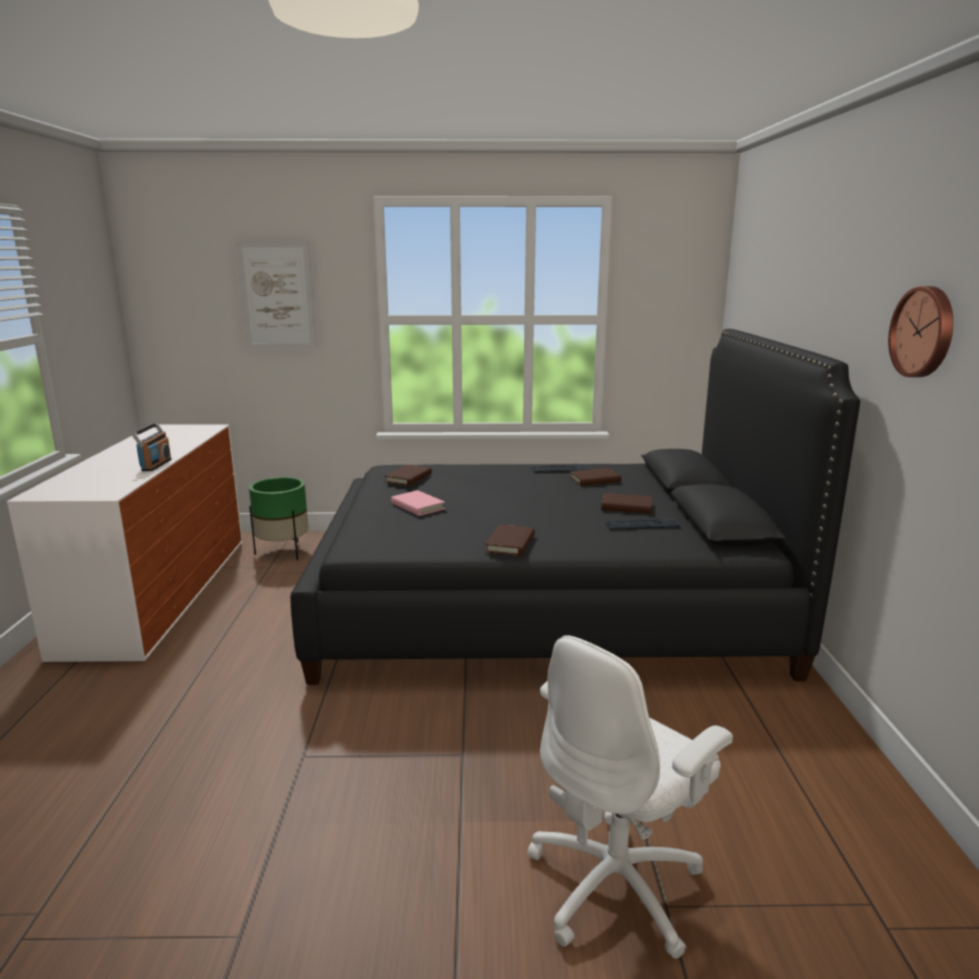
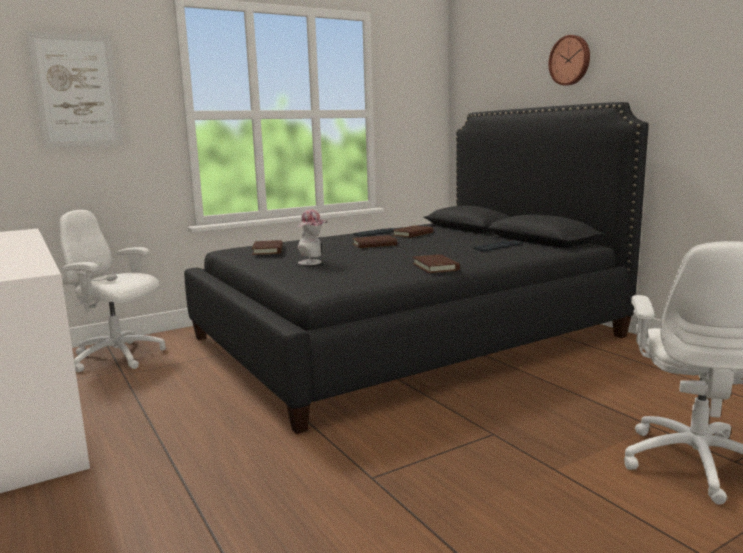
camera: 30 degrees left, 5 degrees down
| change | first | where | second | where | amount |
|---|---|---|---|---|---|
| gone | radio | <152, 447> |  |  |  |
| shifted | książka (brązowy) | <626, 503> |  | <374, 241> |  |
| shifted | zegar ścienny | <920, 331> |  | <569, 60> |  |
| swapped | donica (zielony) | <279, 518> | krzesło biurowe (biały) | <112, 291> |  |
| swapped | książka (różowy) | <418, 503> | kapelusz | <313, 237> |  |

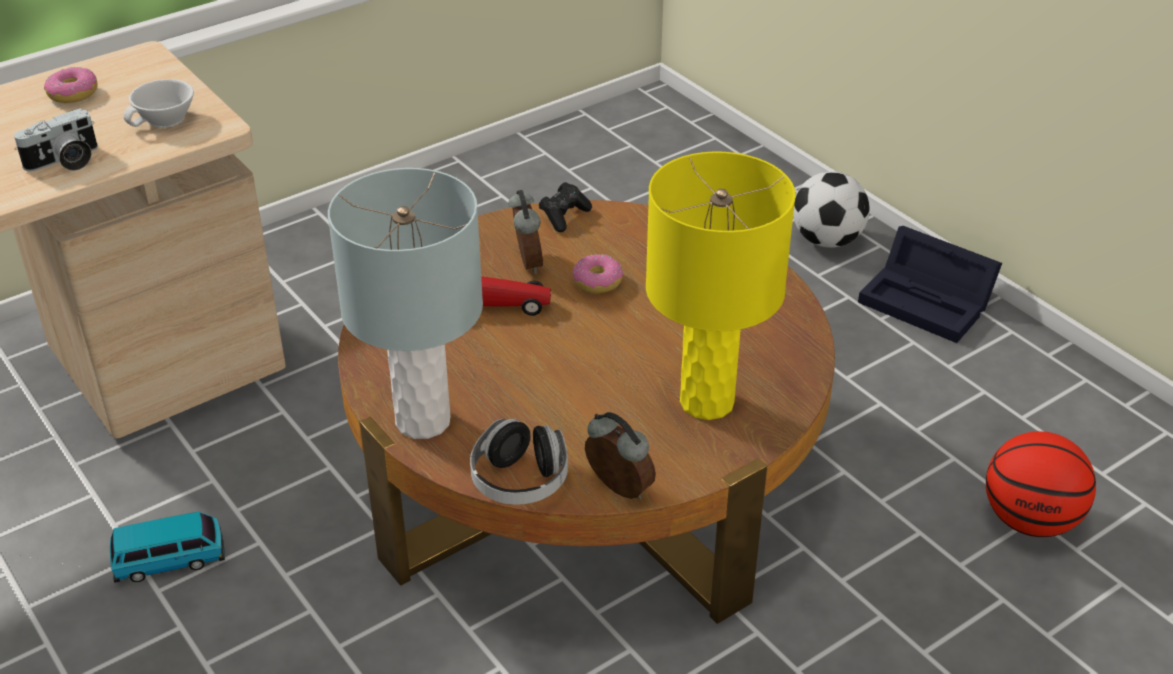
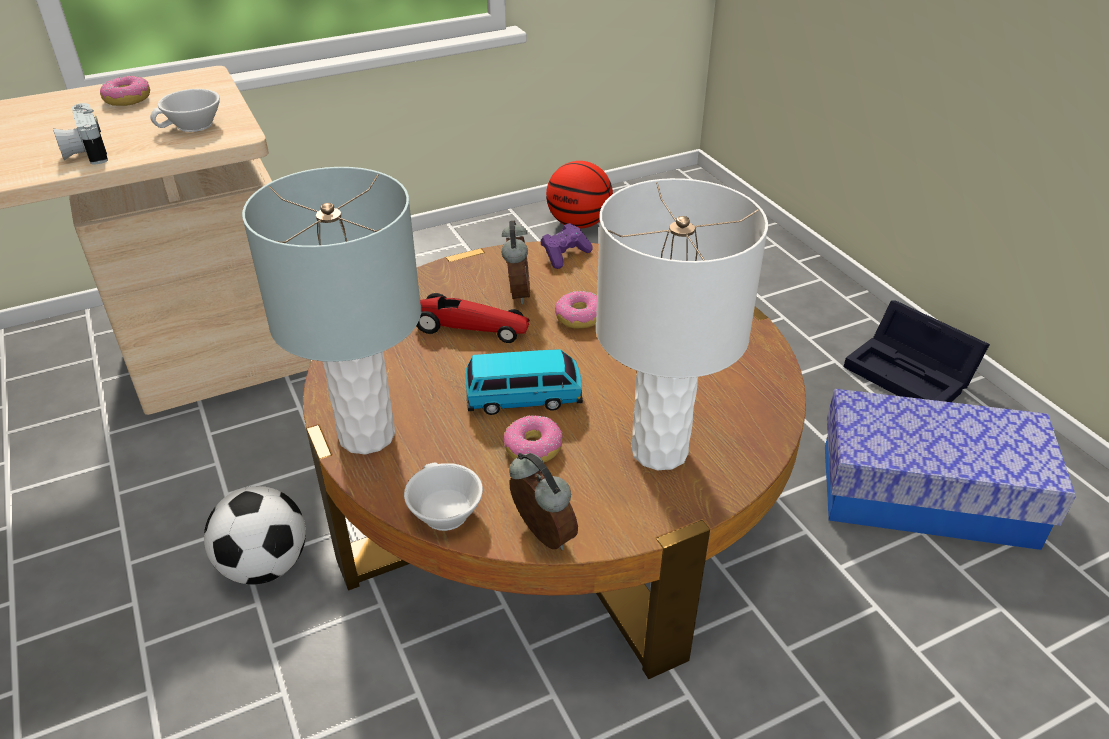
camera: 10 degrees right, 0 degrees up
| change | first | where | second | where | amount |
|---|---|---|---|---|---|
| new |  |  | donut | <533, 439> |  |
| new |  |  | pojemnik do przechowywania | <950, 469> |  |
| shifted | samochodzik | <167, 547> |  | <524, 382> |  |
| shifted | piłka futbolowa | <831, 209> |  | <255, 535> |  |
| shifted | piłka do koszykówki | <1041, 484> |  | <579, 195> |  |
| swapped | słuchawki | <519, 462> | filiżanka (biały) | <443, 496> |  |
| repainted | pad do gier (czarny) | <565, 207> | pad do gier (fioletowy) | <567, 246> |  |
| repainted | lampa stołowa (żółty) | <721, 286> | lampa stołowa (biały) | <682, 324> |  |
| rotated | aparat fotograficzny | <56, 140> |  | <80, 134> | 90 degrees clockwise |

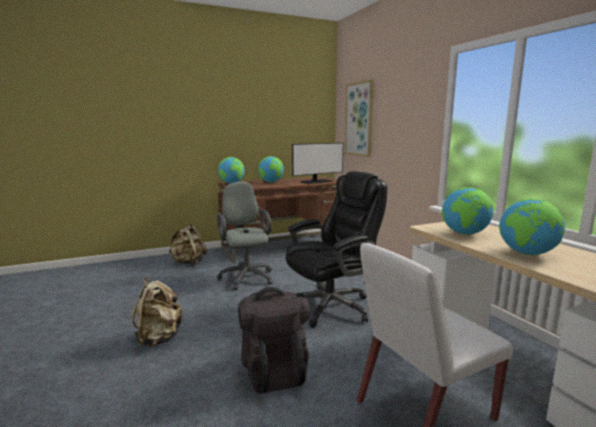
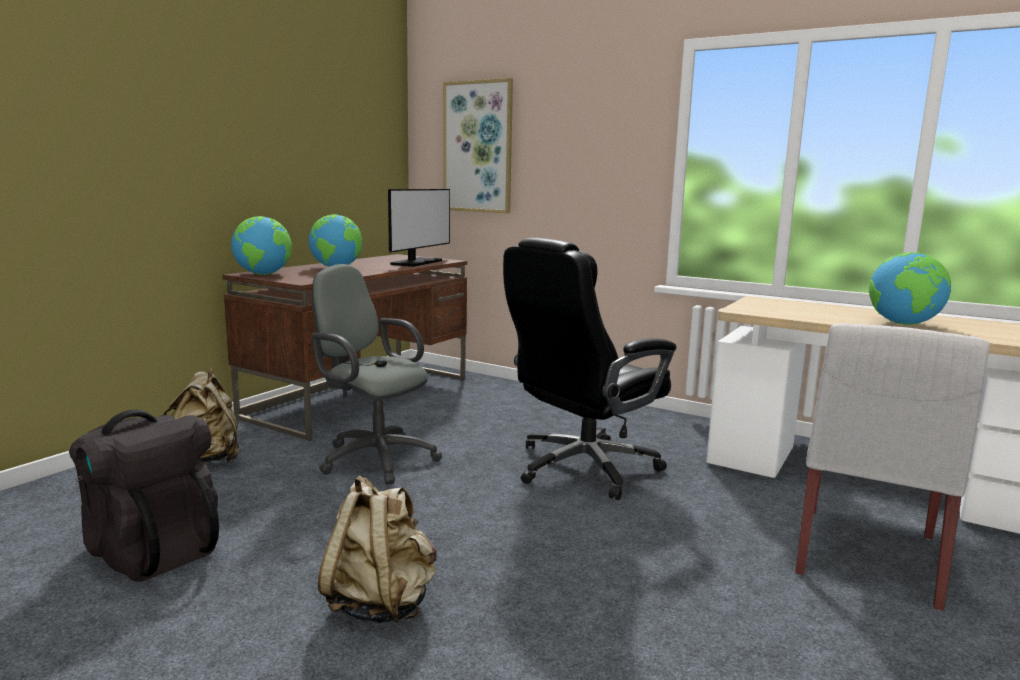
camera: 35 degrees left, 0 degrees up
| change | first | where | second | where | amount |
|---|---|---|---|---|---|
| gone | globus | <468, 211> |  |  |  |
| shifted | plecak (czarny) | <274, 340> |  | <144, 495> |  |
| rotated | krzesło biurowe (czarny) | <336, 249> |  | <589, 369> | 150 degrees counterclockwise |

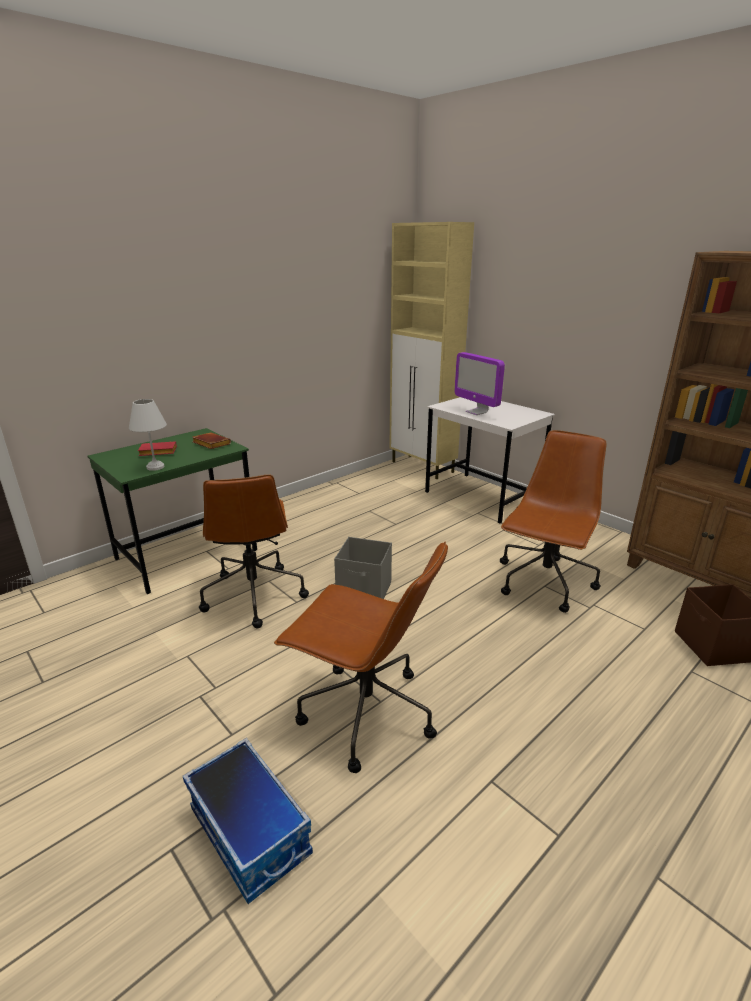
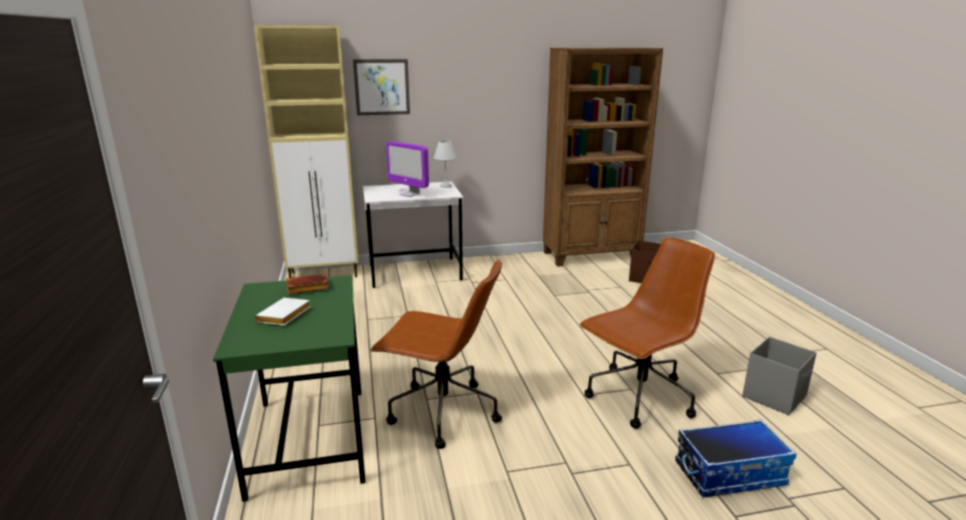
camera: 60 degrees left, 5 degrees down
| change | first | where | second | where | amount |
|---|---|---|---|---|---|
| gone | krzesło biurowe (brązowy) | <553, 521> |  |  |  |
| new |  |  | obraz | <381, 87> |  |
| shifted | lampa stołowa (biały) | <148, 435> |  | <445, 164> |  |
| shifted | pojemnik do przechowywania (szary) | <363, 568> |  | <779, 376> |  |
| repainted | książka (czerwony) | <157, 448> | książka (biały) | <283, 311> |  |
| rotated | monitor | <480, 383> |  | <407, 169> | 45 degrees clockwise |

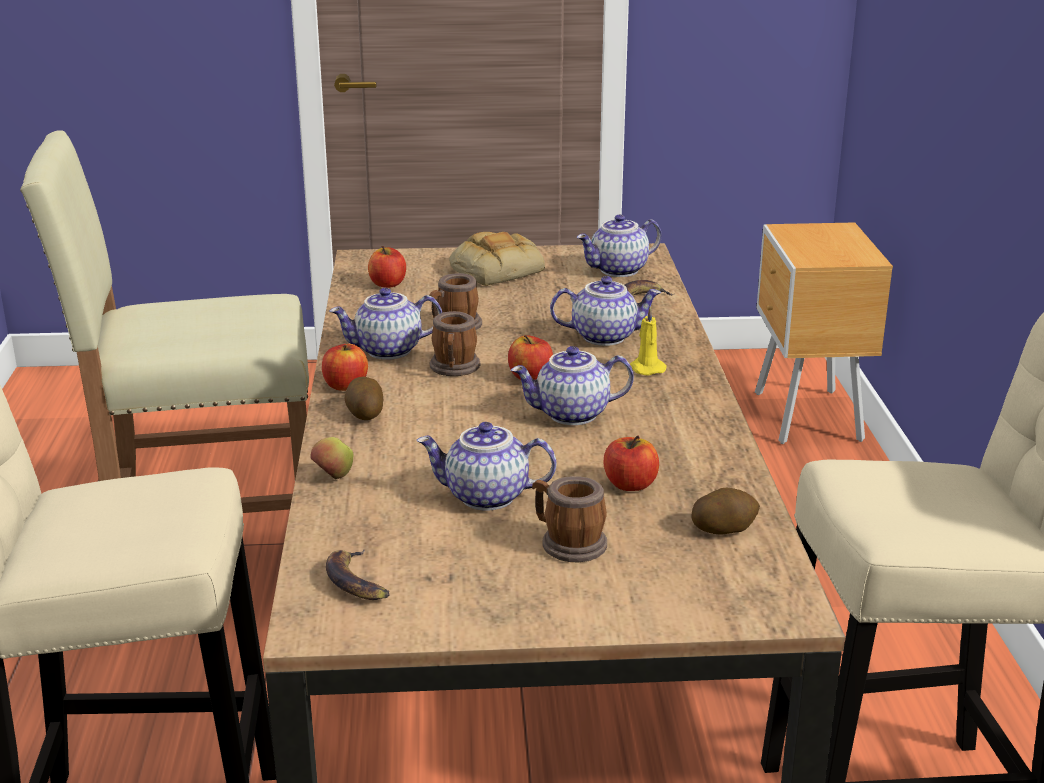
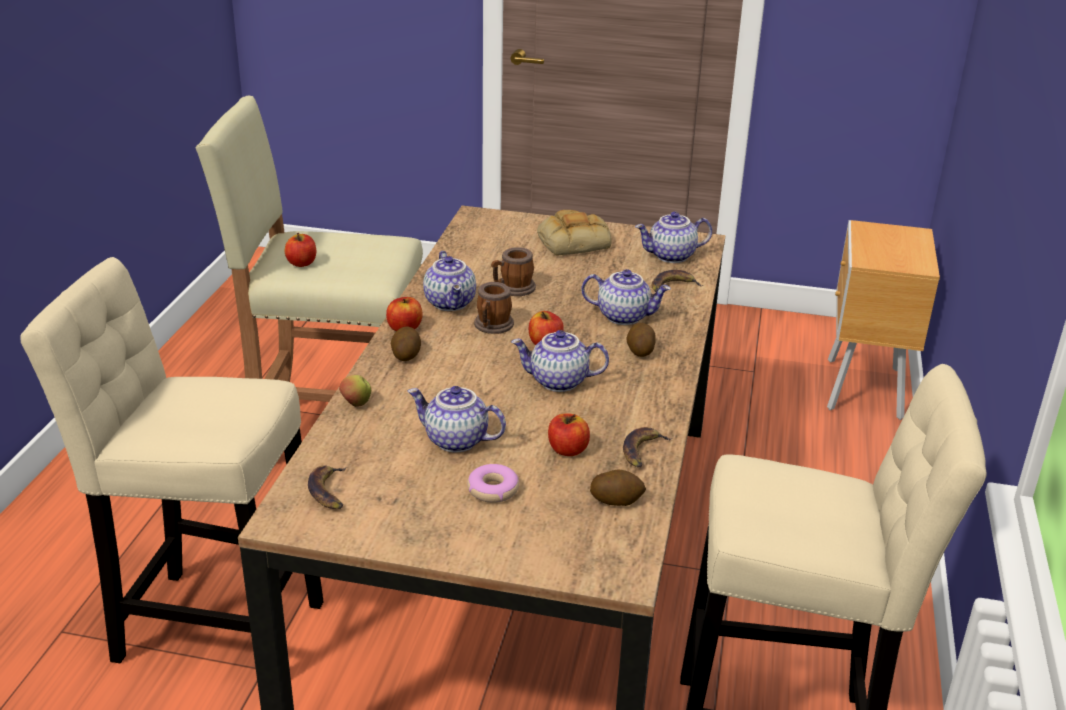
camera: 15 degrees right, 5 degrees up
| change | first | where | second | where | amount |
|---|---|---|---|---|---|
| new |  |  | banan | <648, 447> |  |
| shifted | jabłko | <387, 267> |  | <300, 250> |  |
| swapped | kubek | <569, 519> | donut | <493, 483> |  |
| swapped | świeca (żółty) | <648, 341> | ziemniak | <641, 340> |  |
| rotated | imbryk | <385, 324> |  | <449, 281> | 105 degrees counterclockwise |

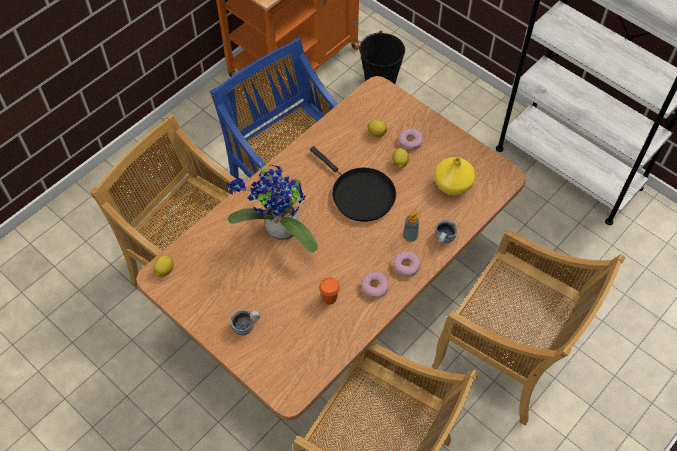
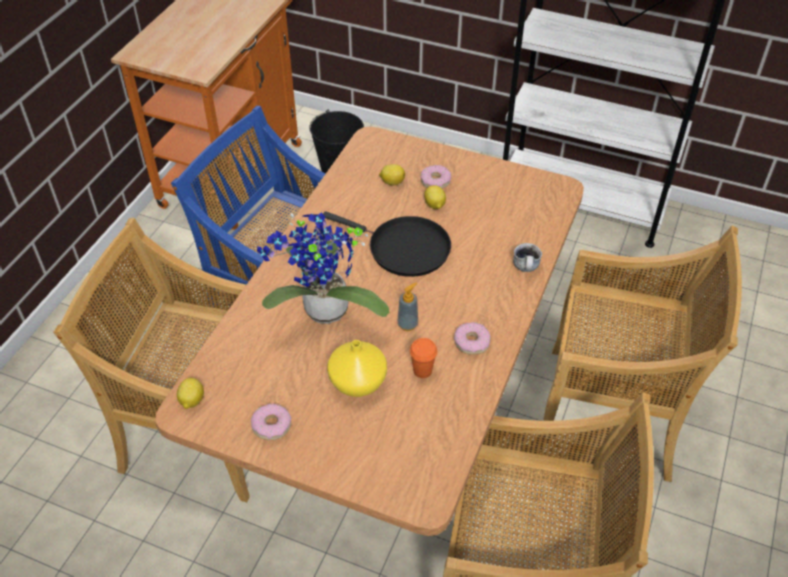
camera: 20 degrees left, 10 degrees down
| change | first | where | second | where | amount |
|---|---|---|---|---|---|
| gone | kubek | <245, 322> |  |  |  |
| shifted | donut | <407, 264> |  | <271, 421> |  |
| shifted | dozownik mydła | <412, 226> |  | <407, 307> |  |
| shifted | wazon (żółty) | <455, 176> |  | <357, 368> |  |

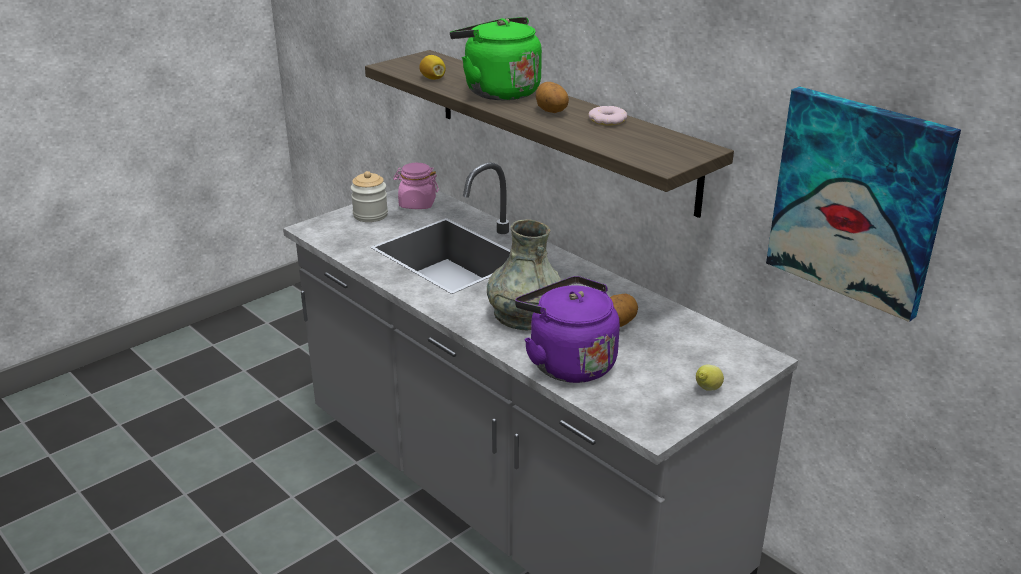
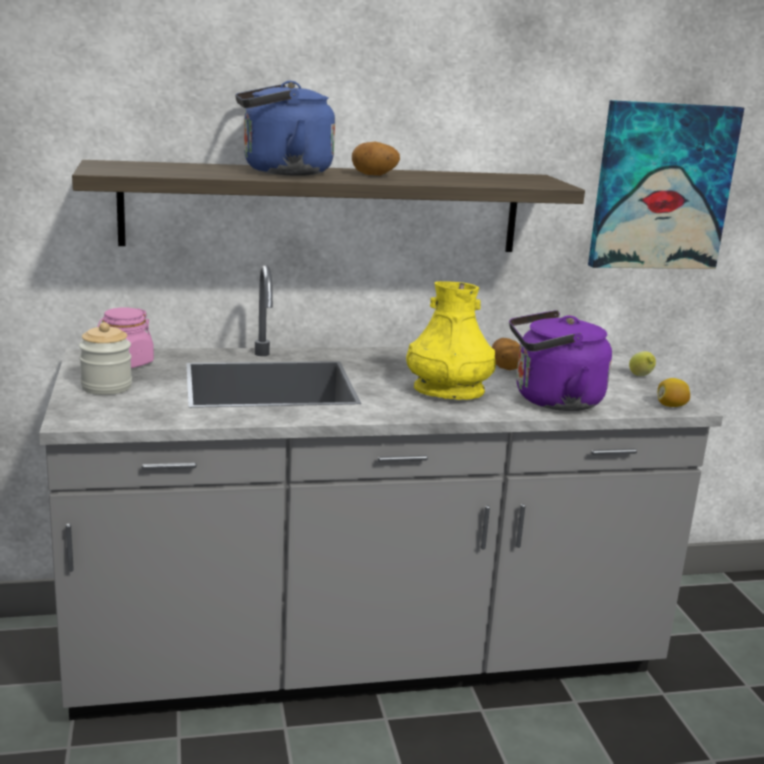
camera: 60 degrees left, 10 degrees down
| change | first | where | second | where | amount |
|---|---|---|---|---|---|
| gone | donut | <607, 116> |  |  |  |
| shifted | cytryna | <432, 67> |  | <674, 392> |  |
| repainted | czajnik (zielony) | <496, 58> | czajnik (niebieski) | <285, 128> |  |
| repainted | wazon (szary) | <524, 274> | wazon (żółty) | <451, 340> |  |

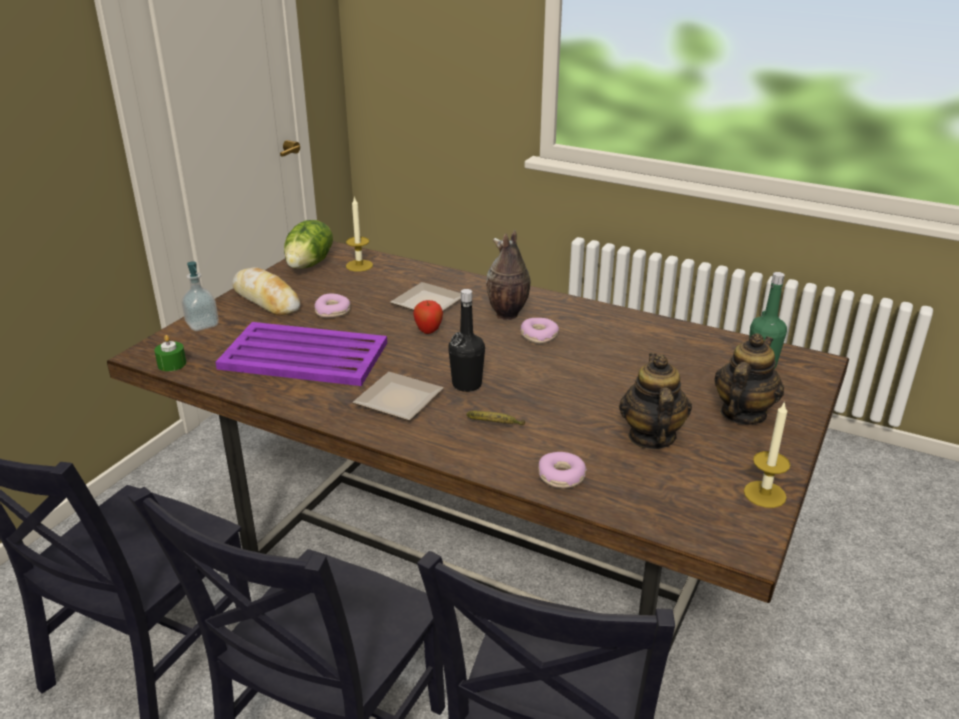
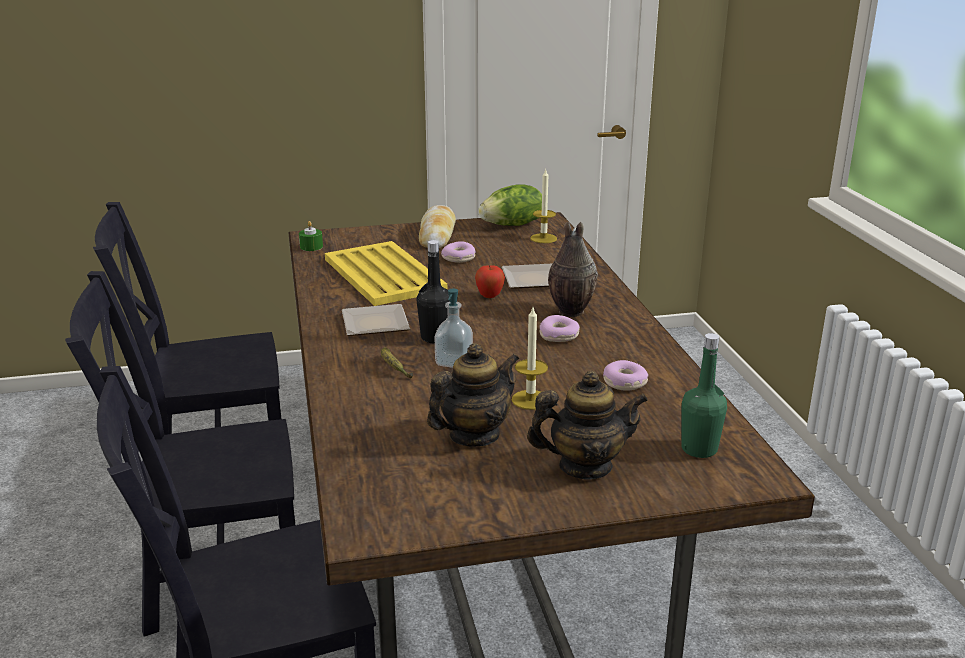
camera: 50 degrees right, 5 degrees down
| change | first | where | second | where | amount |
|---|---|---|---|---|---|
| shifted | dozownik mydła | <200, 296> |  | <454, 328> |  |
| shifted | donut | <562, 470> |  | <625, 375> |  |
| shifted | świeca | <767, 454> |  | <530, 359> |  |
| repainted | taca (fioletowy) | <301, 354> | taca (żółty) | <386, 273> |  |

